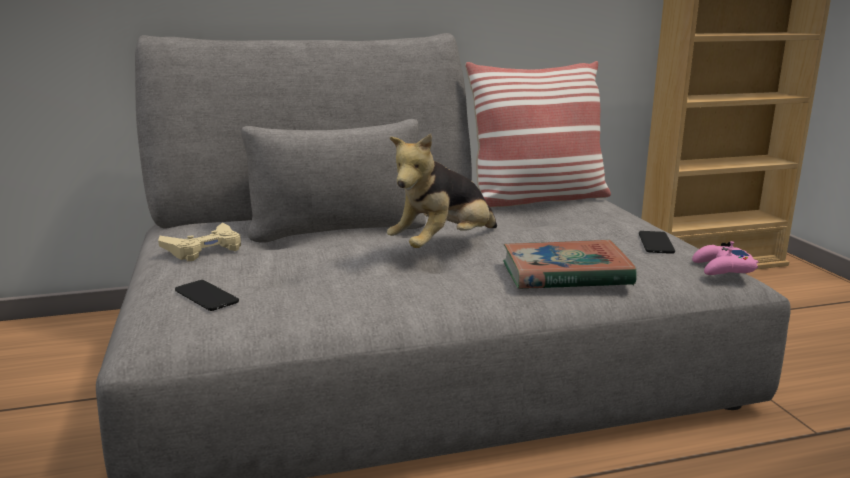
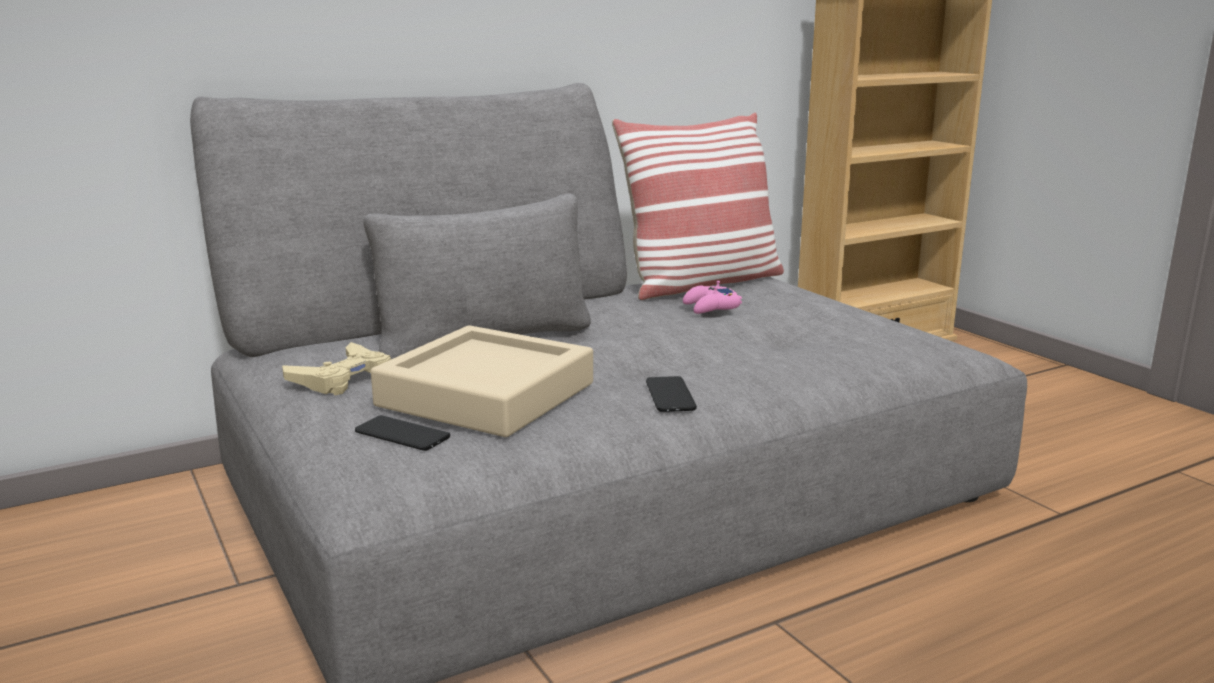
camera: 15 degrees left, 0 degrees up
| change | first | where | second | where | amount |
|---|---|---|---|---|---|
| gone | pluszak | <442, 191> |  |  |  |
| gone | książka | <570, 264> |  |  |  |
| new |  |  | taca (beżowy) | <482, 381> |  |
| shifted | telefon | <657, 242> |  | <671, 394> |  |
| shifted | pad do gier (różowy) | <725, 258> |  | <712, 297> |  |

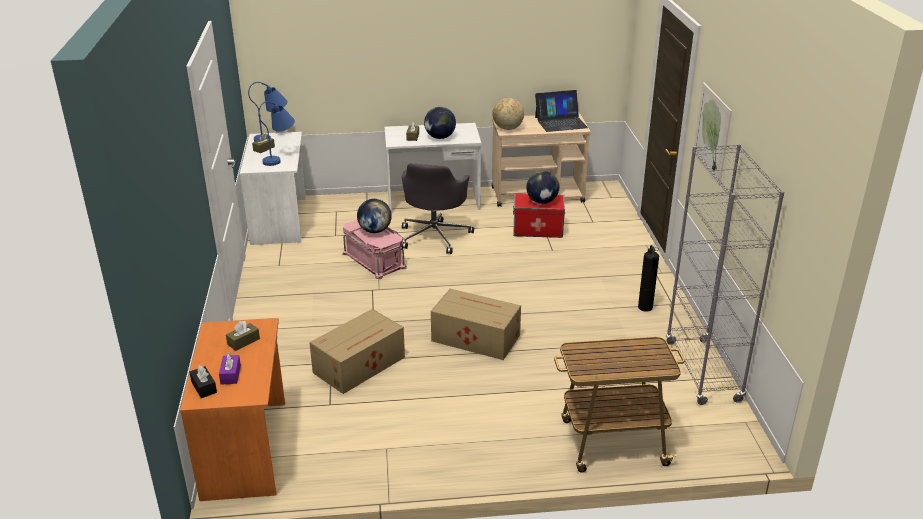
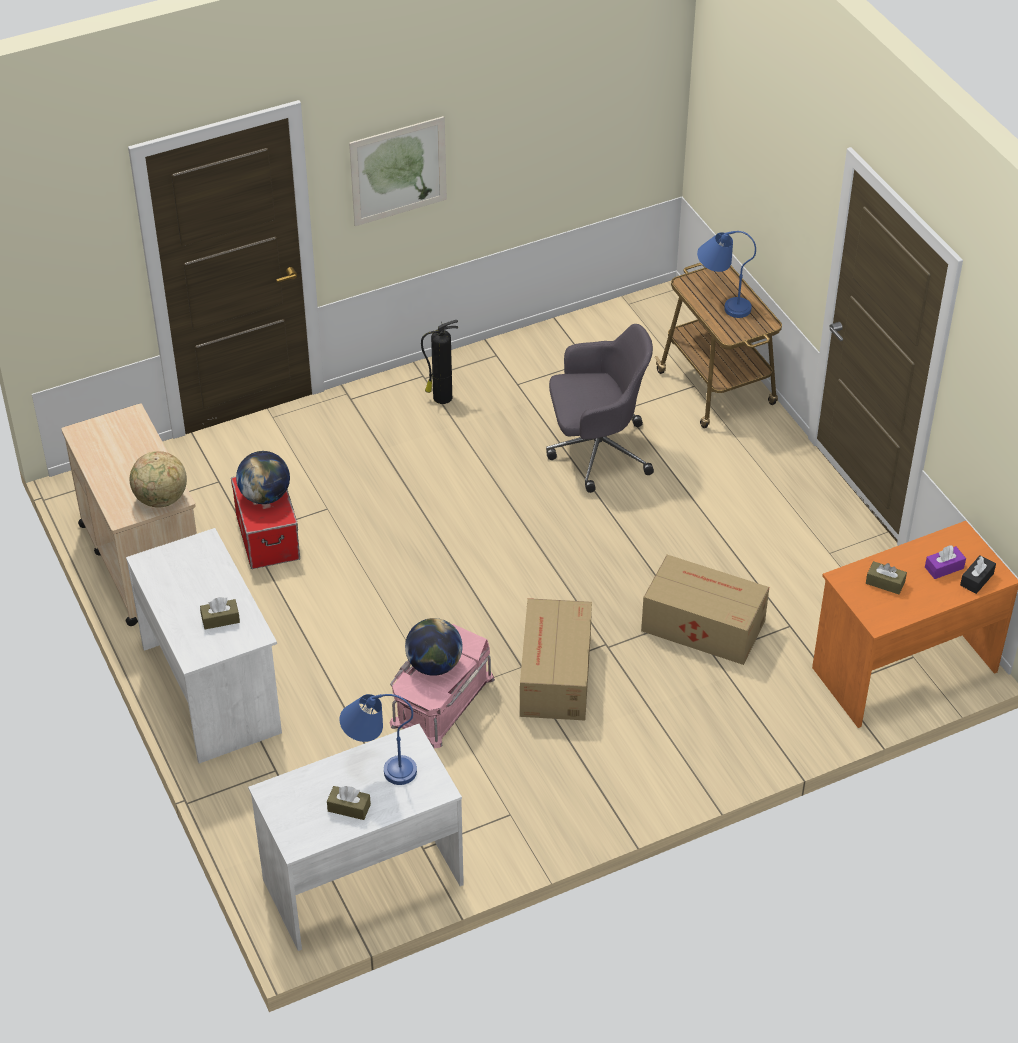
camera: 110 degrees left, 15 degrees up
| change | first | where | second | where | amount |
|---|---|---|---|---|---|
| gone | globus | <440, 123> |  |  |  |
| gone | laptop | <561, 111> |  |  |  |
| gone | regał (szary) | <725, 274> |  |  |  |
| shifted | lampa stołowa (niebieski) | <267, 112> |  | <726, 274> |  |
| shifted | krzesło biurowe (szary) | <438, 208> |  | <600, 408> |  |
| shifted | karton | <476, 324> |  | <556, 659> |  |

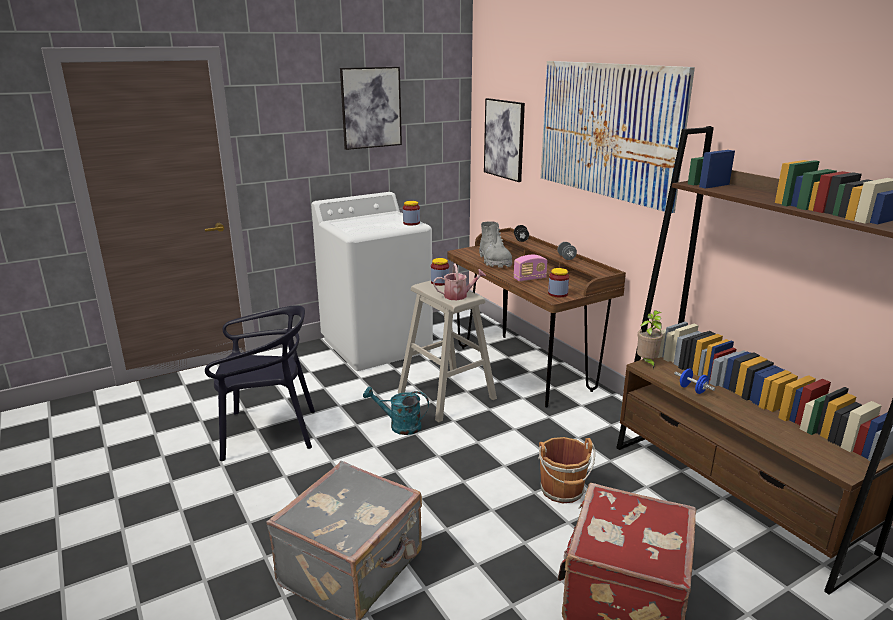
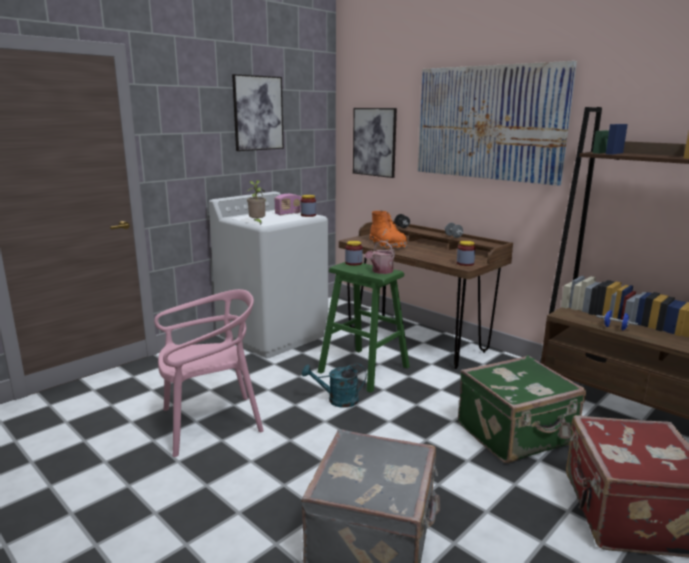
camera: 15 degrees left, 5 degrees down
| change | first | where | second | where | amount |
|---|---|---|---|---|---|
| shifted | radio | <530, 268> |  | <288, 204> |  |
| shifted | roślina doniczkowa | <650, 339> |  | <256, 202> |  |
| swapped | wiadro (brązowy) | <566, 470> | walizka (zielony) | <522, 409> |  |
| repainted | krzesło (czarny) | <260, 383> | krzesło (różowy) | <209, 373> |  |
| repainted | stołek (beżowy) | <447, 351> | stołek (zielony) | <364, 327> |  |
| repainted | but z cholewką (szary) | <496, 244> | but z cholewką (pomarańczowy) | <388, 230> |  |
| rotated | konewka | <459, 282> |  | <380, 257> | 150 degrees clockwise |

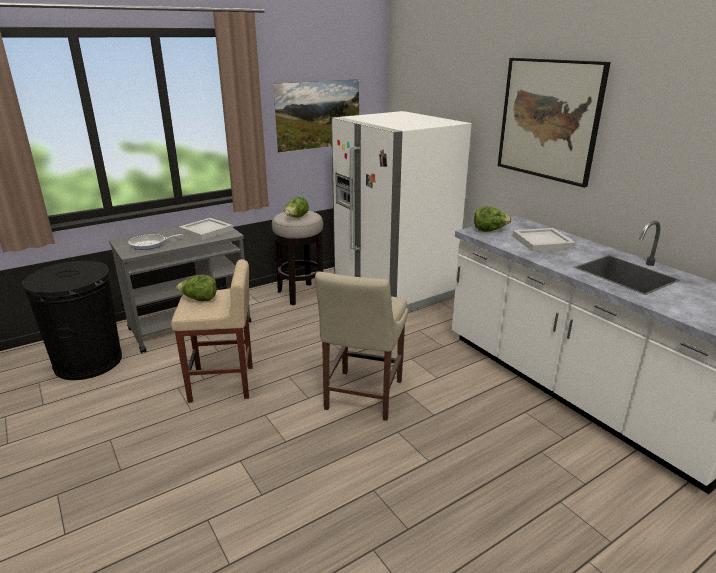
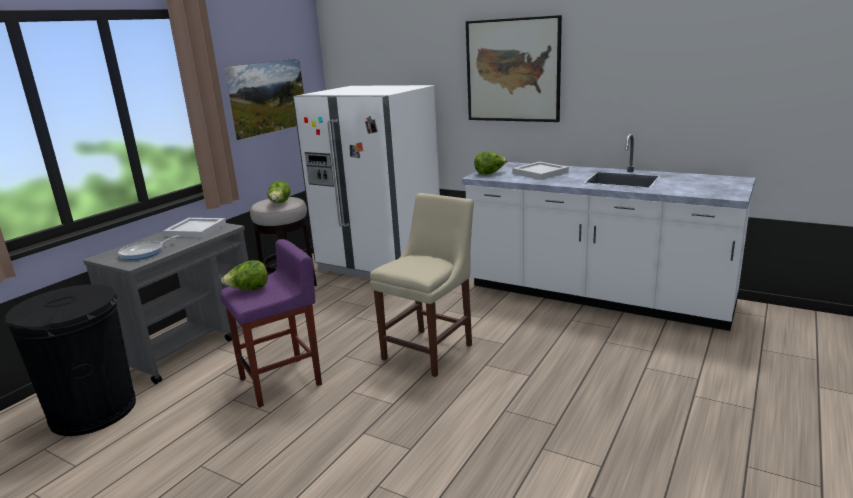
camera: 25 degrees left, 5 degrees down
| change | first | where | second | where | amount |
|---|---|---|---|---|---|
| repainted | stołek (beżowy) | <212, 331> | stołek (fioletowy) | <271, 323> |  |
| rotated | krzesło (beżowy) | <361, 346> |  | <422, 285> | 135 degrees counterclockwise |

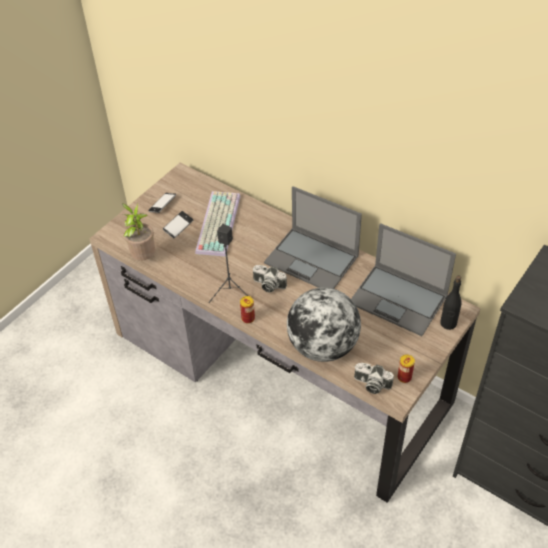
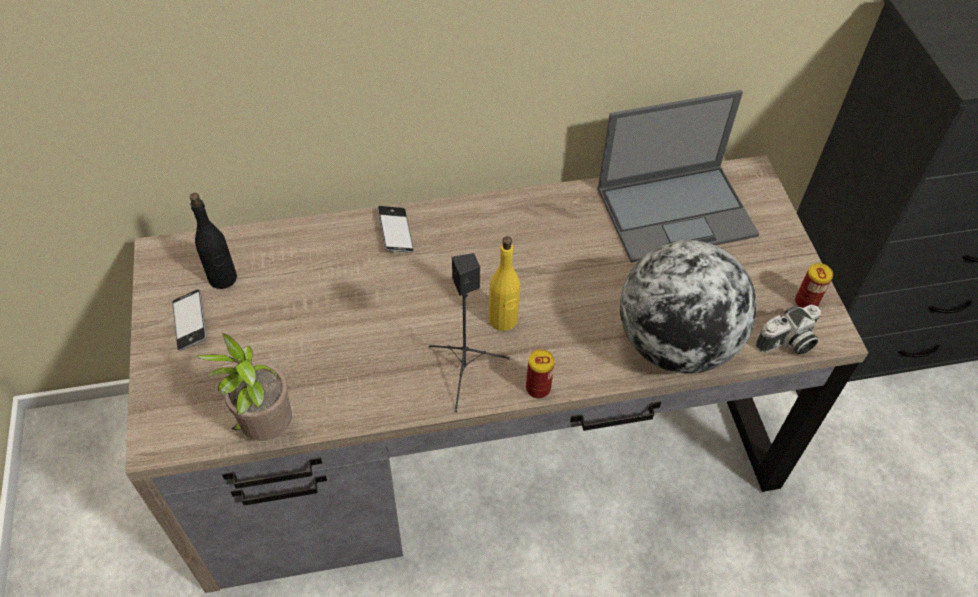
camera: 50 degrees left, 5 degrees up
| change | first | where | second | where | amount |
|---|---|---|---|---|---|
| gone | klawiatura | <217, 224> |  |  |  |
| gone | laptop | <313, 237> |  |  |  |
| shifted | telefon | <178, 224> |  | <396, 229> |  |
| shifted | butelka (czarny) | <451, 303> |  | <213, 241> |  |
| swapped | aparat fotograficzny | <269, 279> | butelka (żółty) | <504, 283> |  |

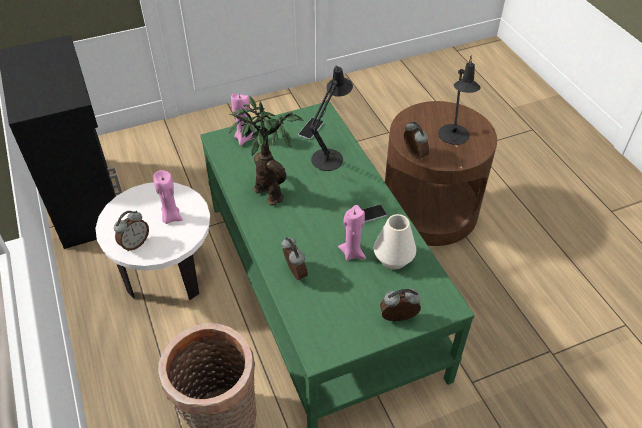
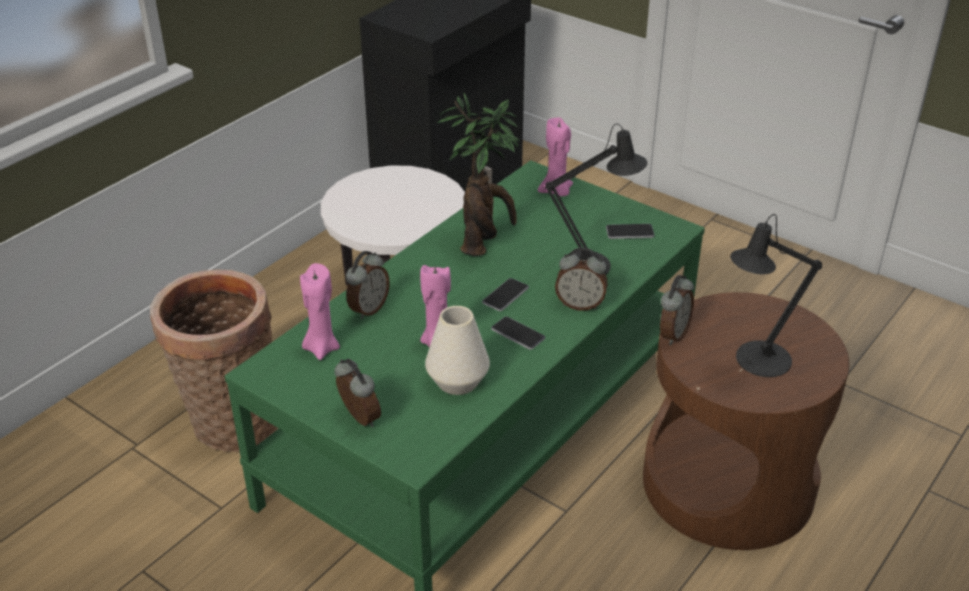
camera: 60 degrees right, 10 degrees down
| change | first | where | second | where | amount |
|---|---|---|---|---|---|
| new |  |  | telefon | <505, 294> |  |
| shifted | budzik | <131, 231> |  | <581, 279> |  |
| shifted | świeca (różowy) | <168, 197> |  | <320, 311> |  |

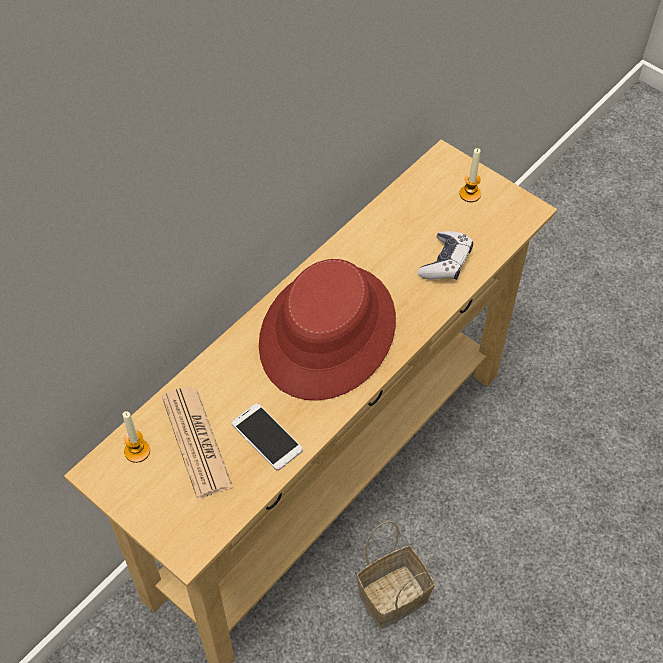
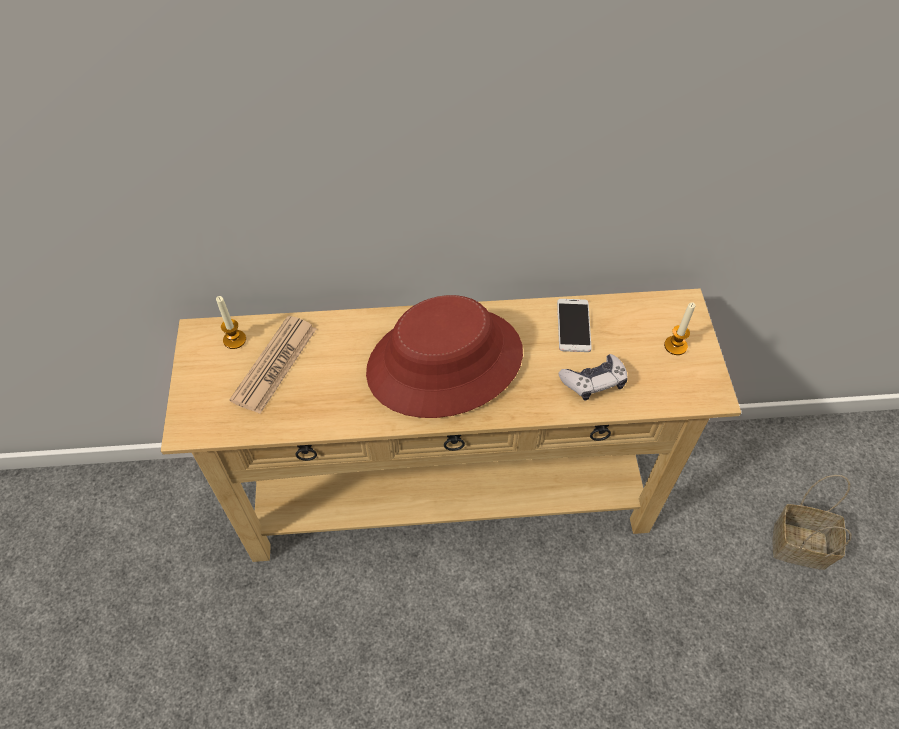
camera: 45 degrees right, 0 degrees up
| change | first | where | second | where | amount |
|---|---|---|---|---|---|
| shifted | telefon | <267, 436> |  | <574, 325> |  |
| shifted | koszyk | <396, 575> |  | <812, 522> |  |

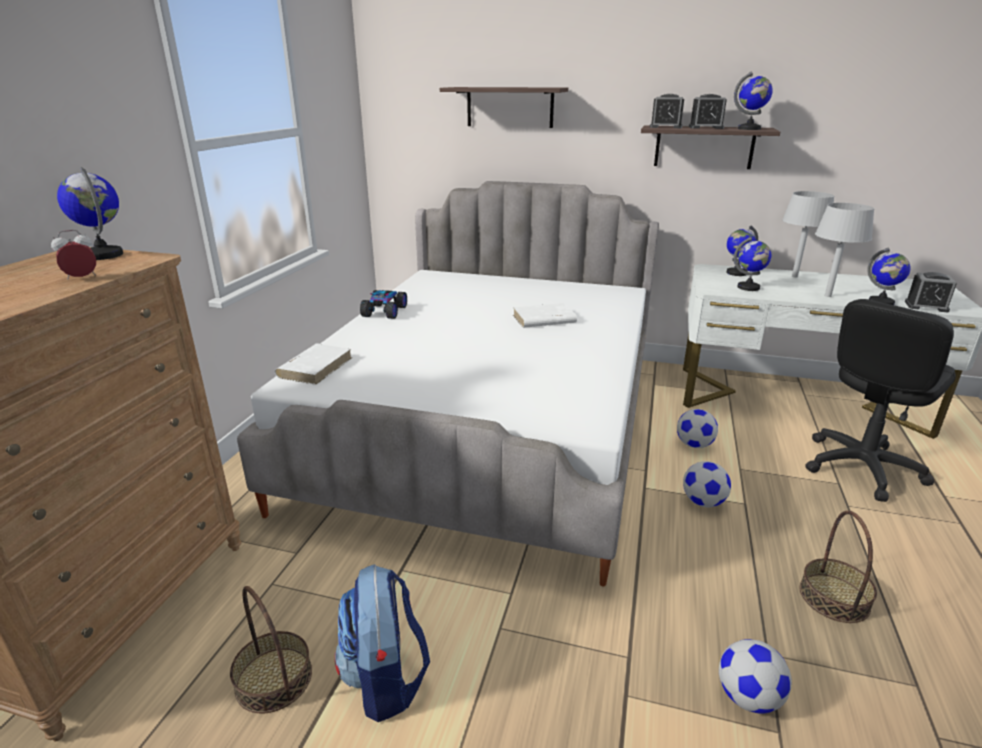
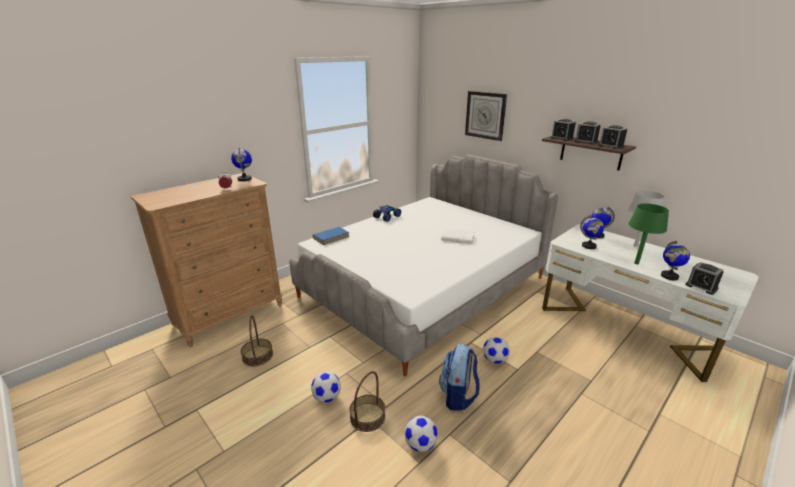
camera: 30 degrees right, 0 degrees up
| change | first | where | second | where | amount |
|---|---|---|---|---|---|
| gone | krzesło biurowe (czarny) | <880, 400> |  |  |  |
| shifted | plecak | <382, 643> |  | <459, 377> |  |
| shifted | piłka futbolowa | <697, 428> |  | <326, 387> |  |
| shifted | koszyk | <838, 566> |  | <367, 401> |  |
| swapped | półka | <504, 107> | zegar ścienny | <486, 116> |  |
| swapped | globus | <753, 100> | budzik | <612, 137> |  |
| repainted | książka (biały) | <313, 364> | książka (niebieski) | <331, 236> |  |
| repainted | lampa stołowa (szary) | <845, 250> | lampa stołowa (zielony) | <648, 233> |  |

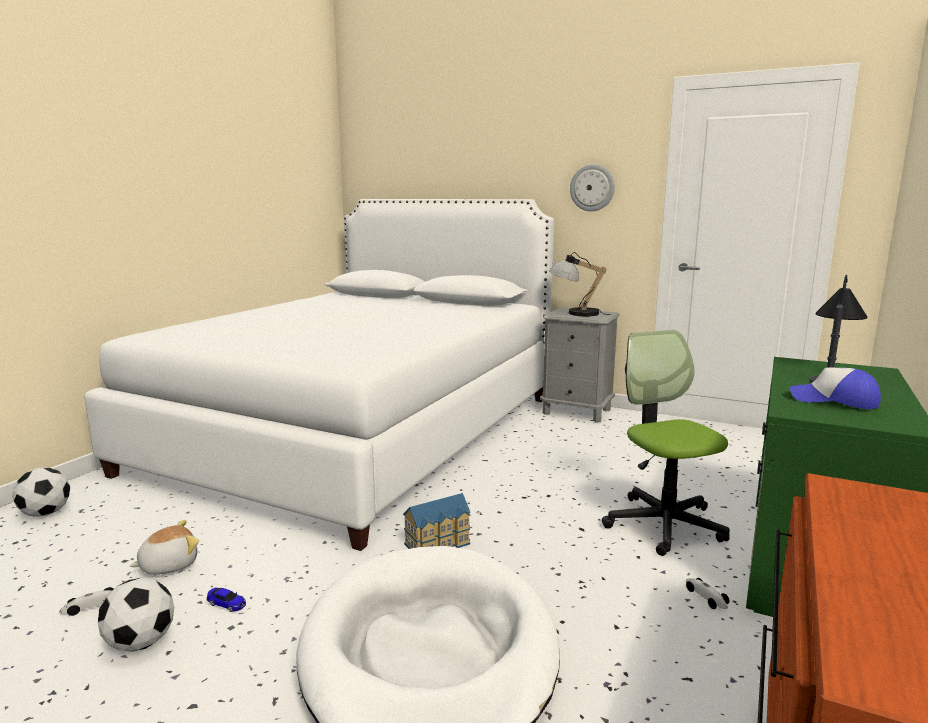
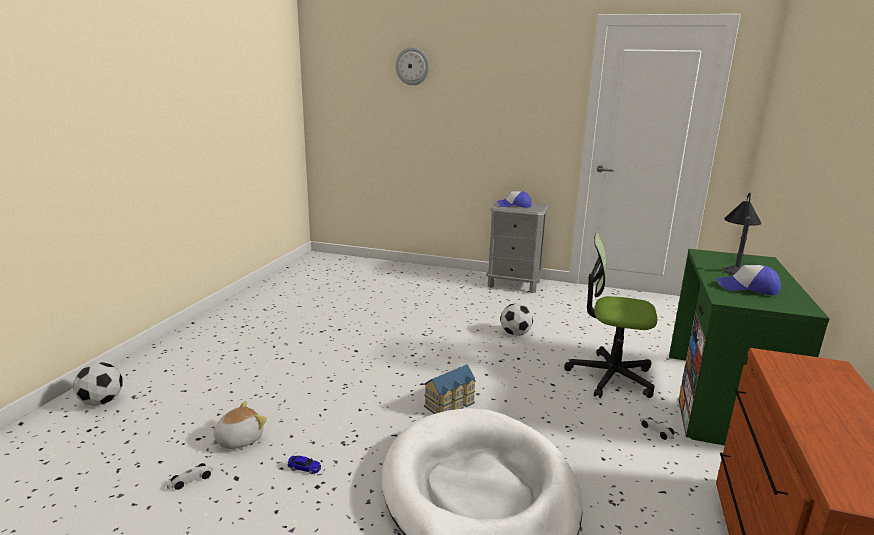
camera: 10 degrees left, 5 degrees up
| change | first | where | second | where | amount |
|---|---|---|---|---|---|
| gone | łóżko (biały) | <319, 375> |  |  |  |
| shifted | piłka futbolowa | <136, 615> |  | <516, 319> |  |
| shifted | zegar ścienny | <592, 187> |  | <412, 66> |  |
| swapped | lampa stołowa | <580, 284> | czapka z daszkiem | <514, 199> |  |
| rotated | krzesło biurowe | <666, 443> |  | <610, 315> | 45 degrees counterclockwise |

